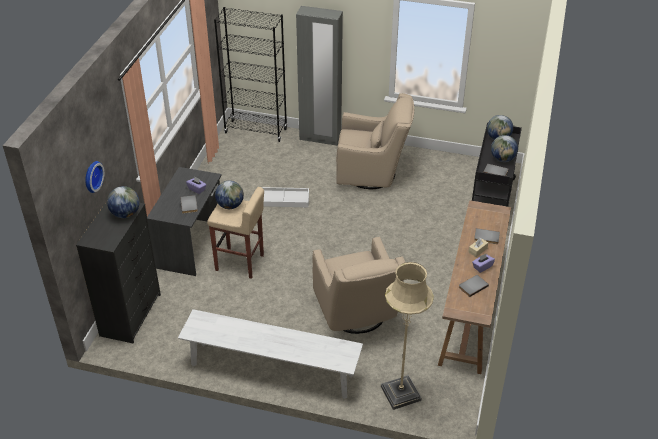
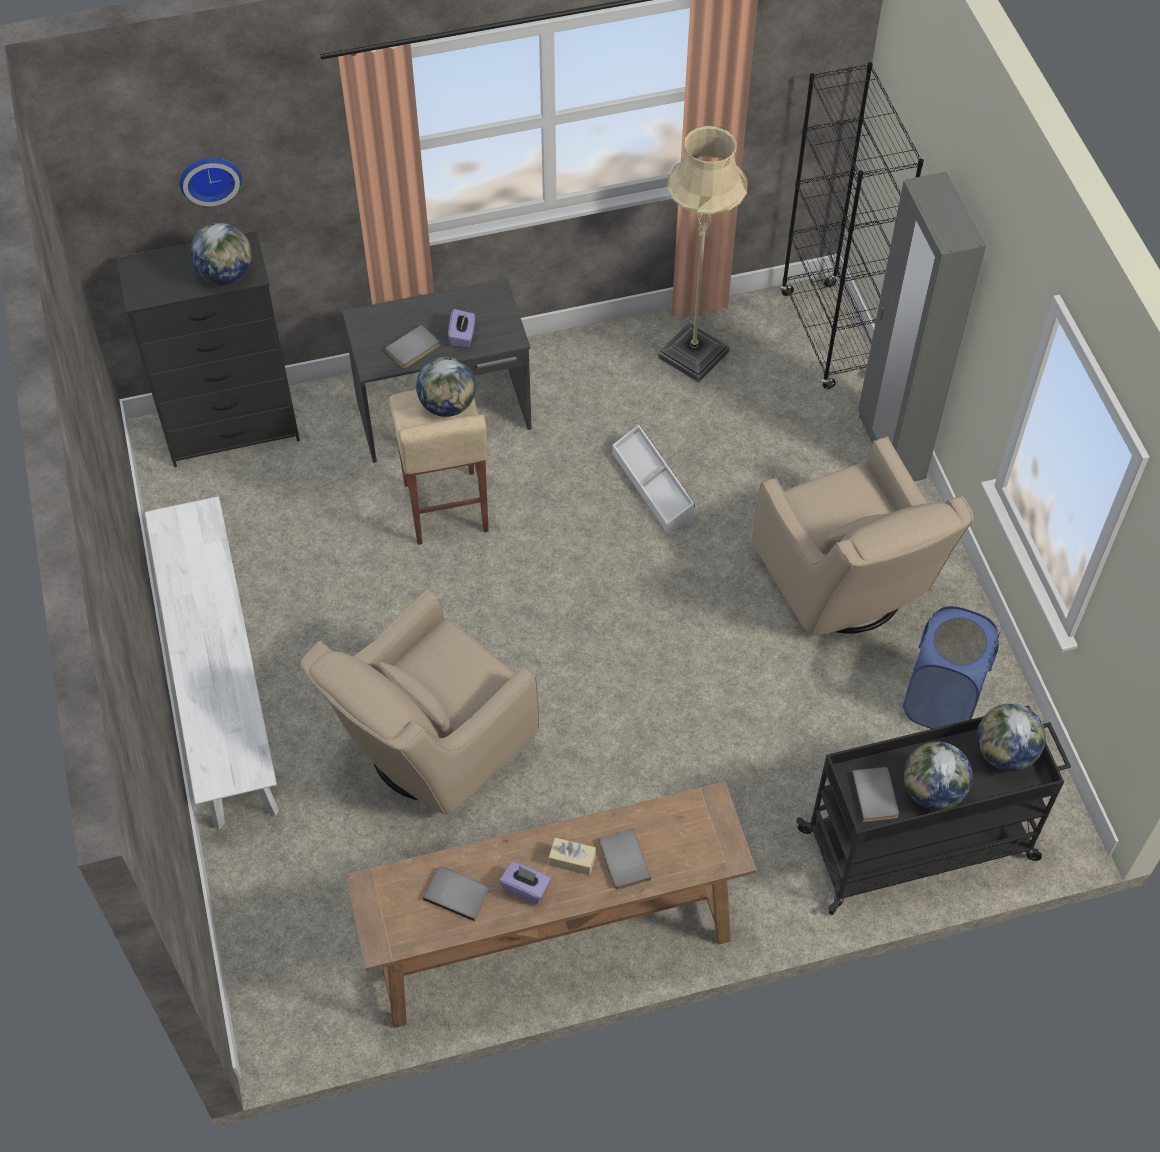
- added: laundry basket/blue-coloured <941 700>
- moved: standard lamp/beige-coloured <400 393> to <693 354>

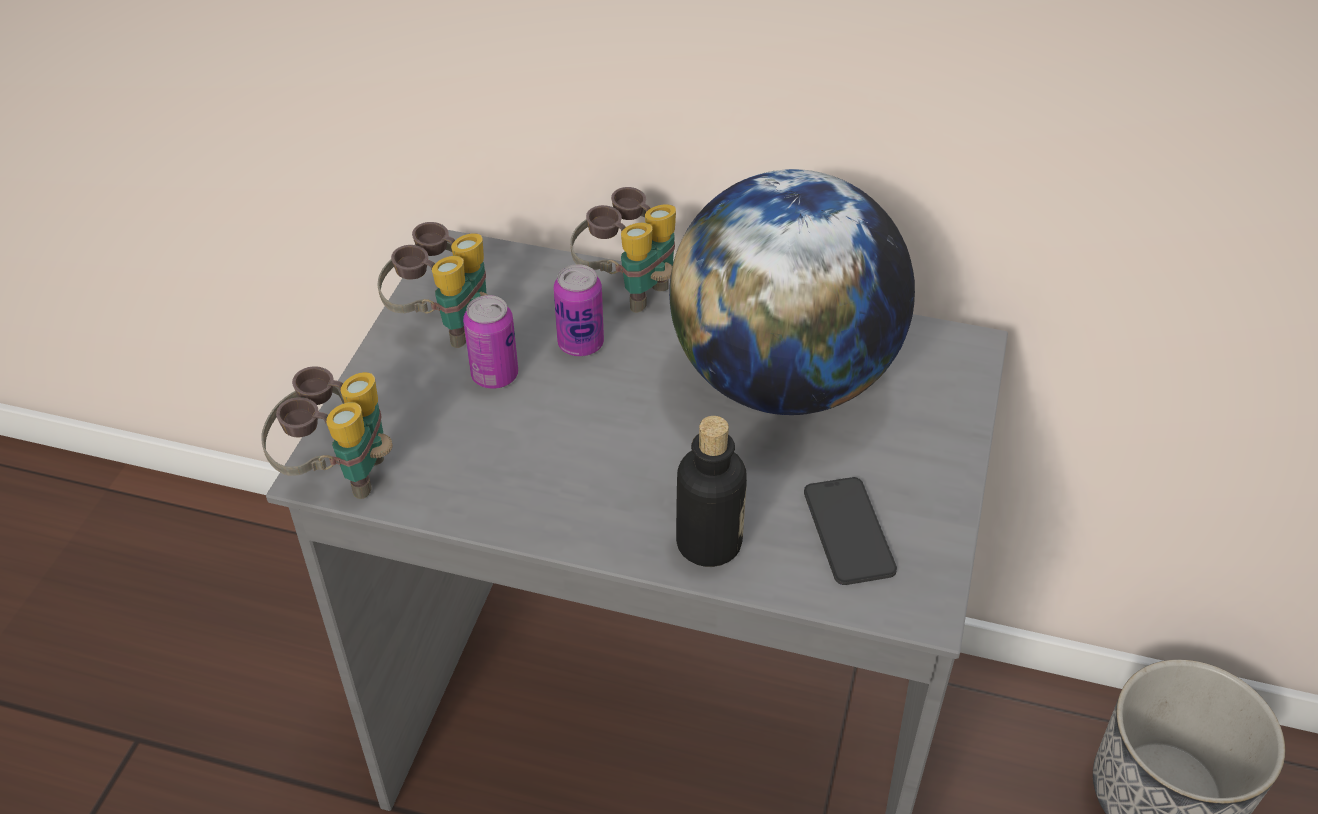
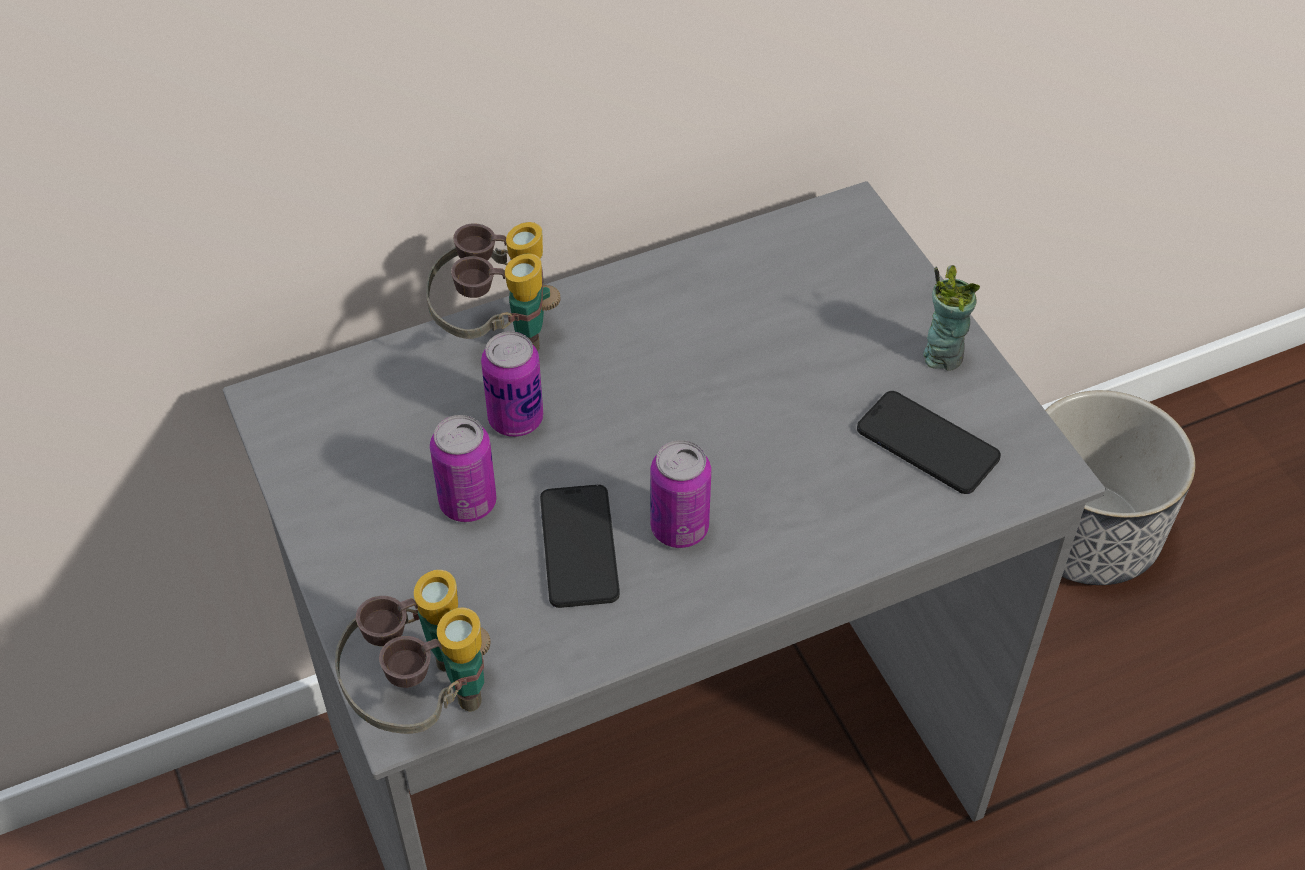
- removed: pair of binoculars <443 323>
- removed: world globe <783 379>
- removed: bottle <709 543>
- added: phone <579 546>
- added: metal can <679 528>
- added: cup <942 355>

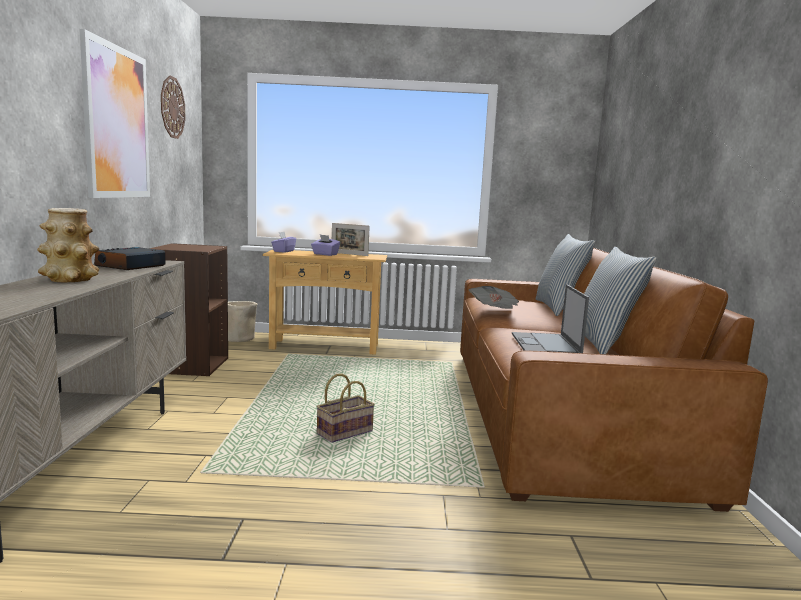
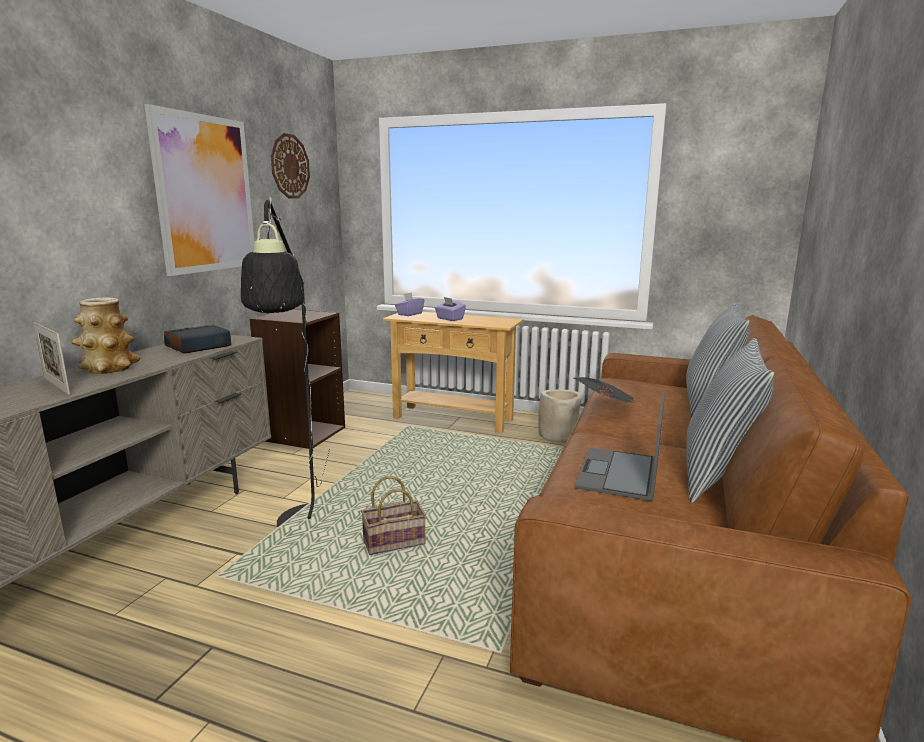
- added: standard lamp/black <308 528>
- moved: plant pot/beige-coloured <239 338> to <558 436>
- moved: photo frame <349 254> to <56 385>

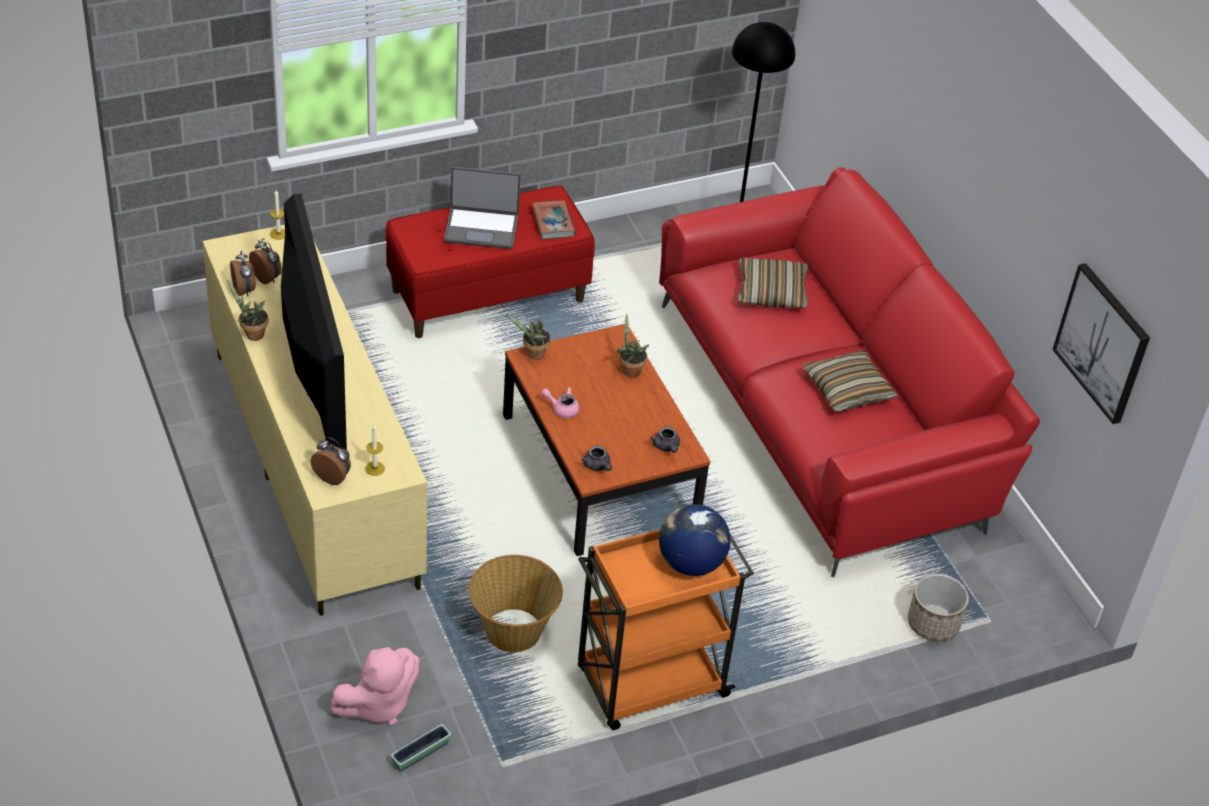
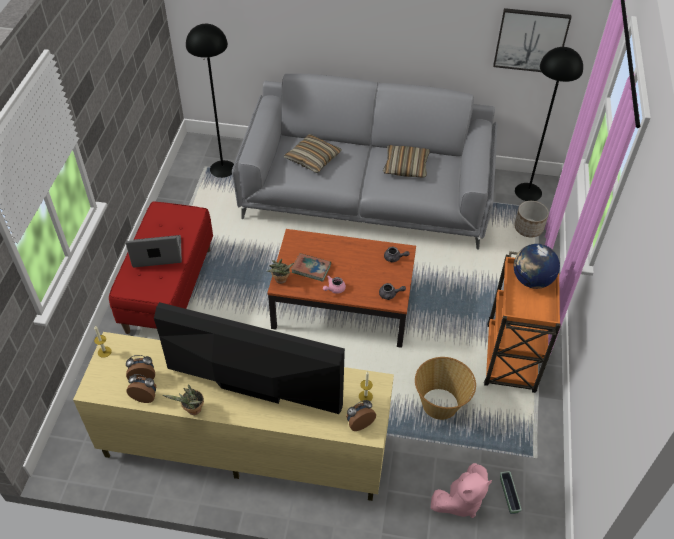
- removed: houseplant <629 370>
- added: standard lamp/black <528 192>
- moved: volume <553 223> to <311 269>
- recoloured: sofa/red <824 414> to sofa/grey <367 196>
- turned: soft toy/pink-coloured <378 704> = <460 501> 60 degrees clockwise
- turned: notebook computer <481 228> = <157 253> 135 degrees counterclockwise

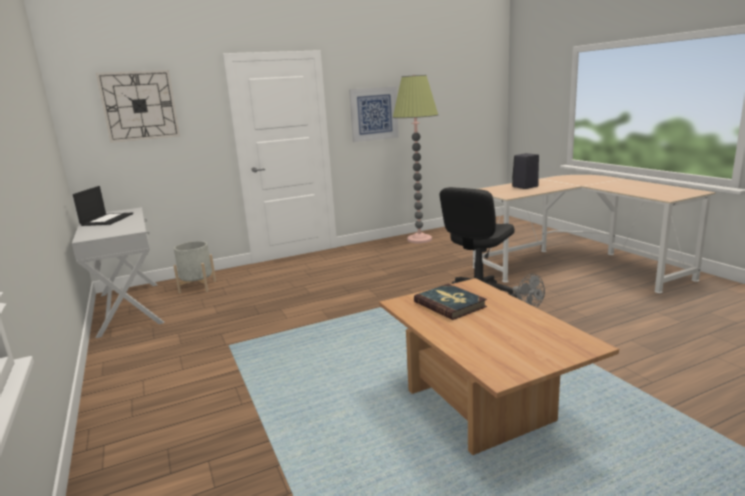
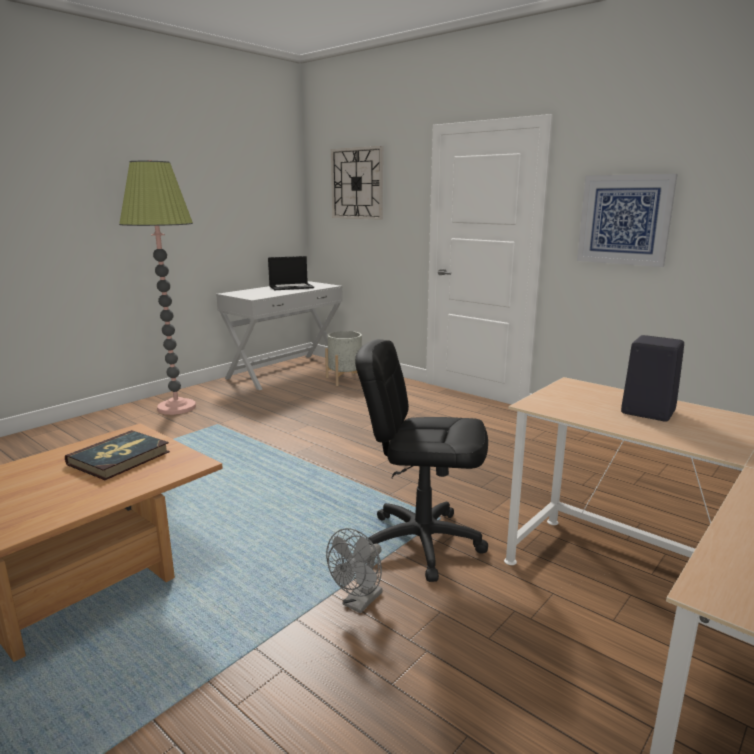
- moved: standard lamp <419 239> to <176 408>

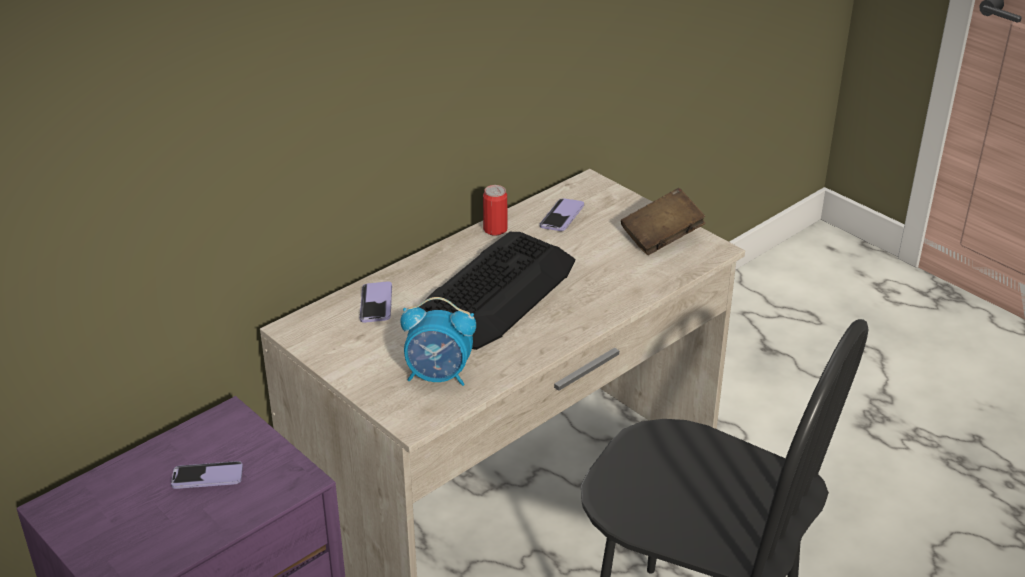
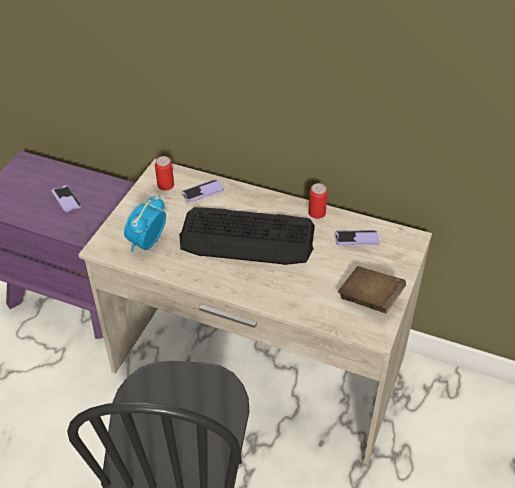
- added: metal can <166 185>
- turned: table clock <439 376> = <147 243> 45 degrees clockwise

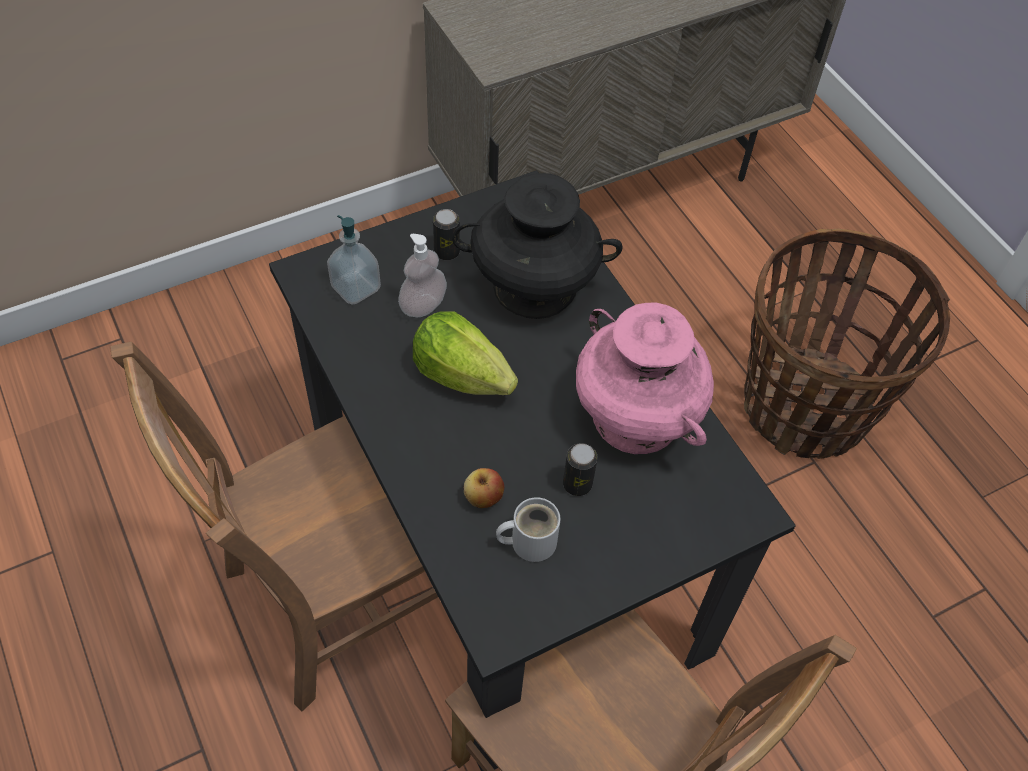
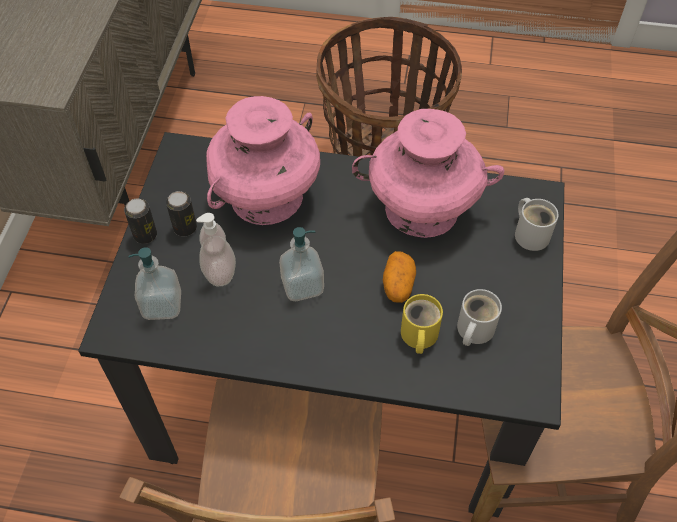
- added: potato <398 285>
- added: tea mug/white-coloured <531 233>
- moved: metal can <577 484> to <145 235>
- replaced: lettuce head <461 374> to liquid soap bottle <302 285>
- replaced: whole apple <483 497> to tea mug/yellow-coloured <417 336>
- recoloured: decorative vase/black <533 287> to decorative vase/pink-coloured <266 197>

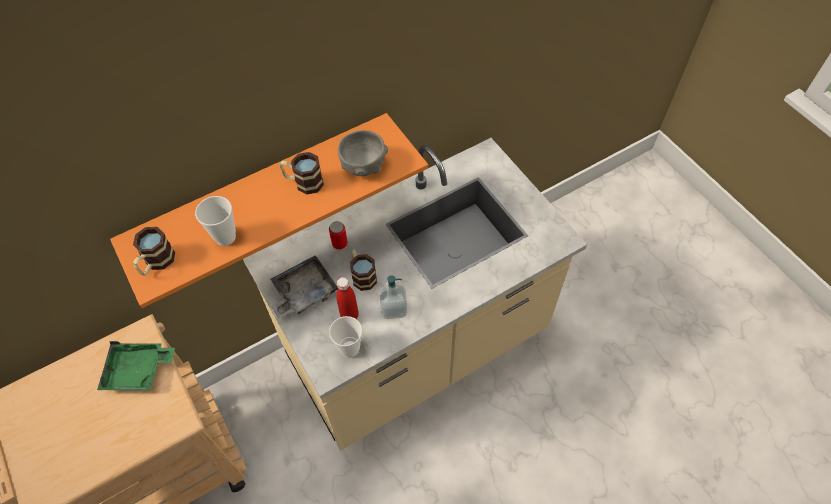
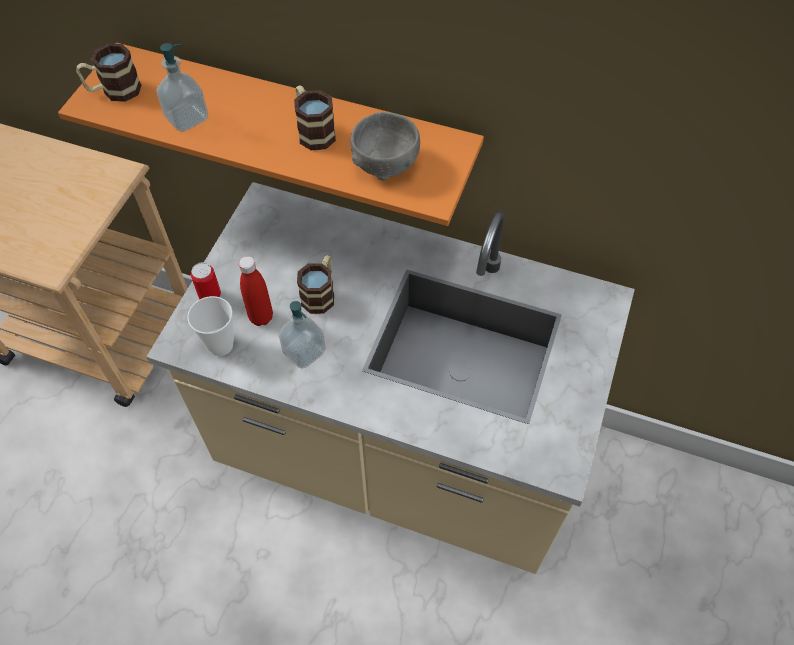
- removed: serving tray/green <138 371>
- removed: serving tray/grey <304 292>
- moved: metal can <340 244> to <210 296>
- replaced: cup <225 237> to liquid soap bottle <187 118>

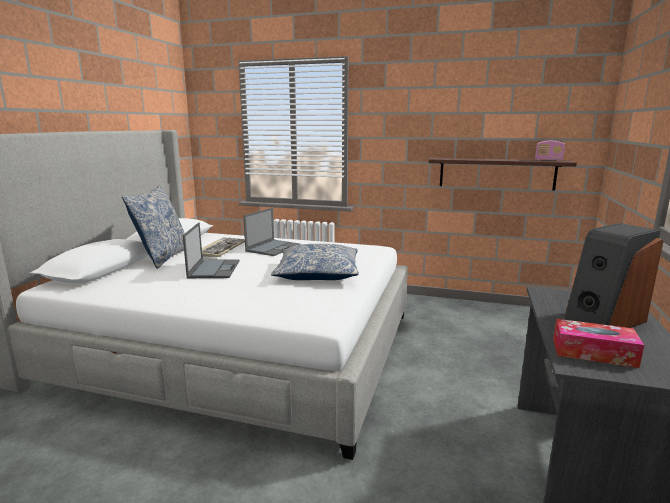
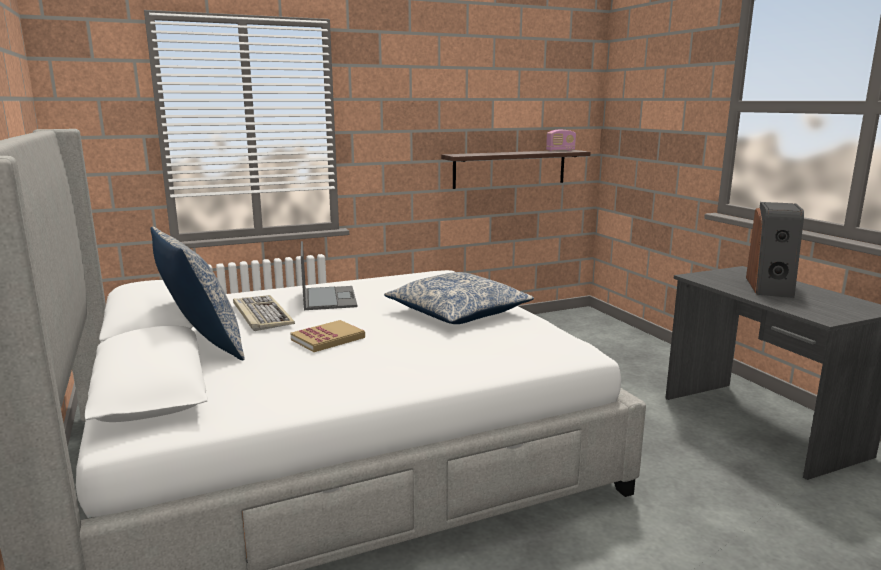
- removed: tissue holder <593 353>
- replaced: notebook computer <214 269> to volume <328 339>

